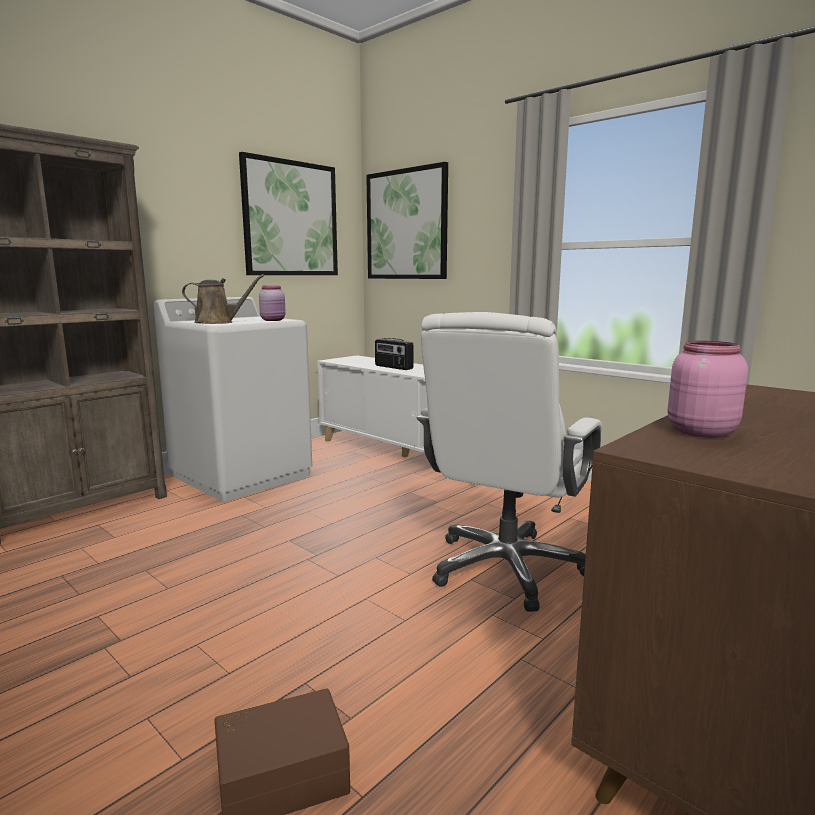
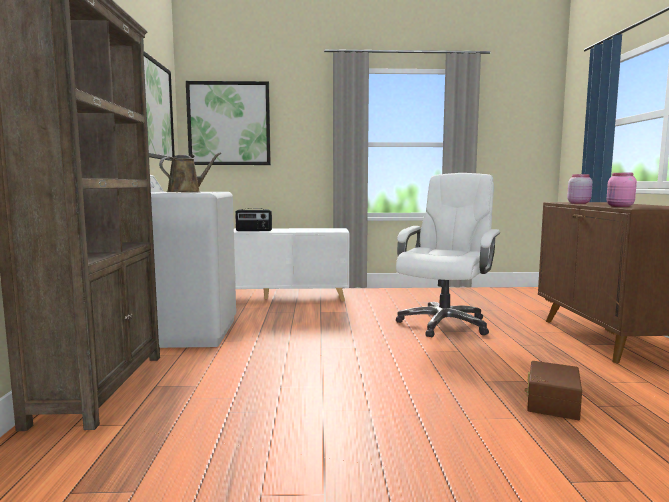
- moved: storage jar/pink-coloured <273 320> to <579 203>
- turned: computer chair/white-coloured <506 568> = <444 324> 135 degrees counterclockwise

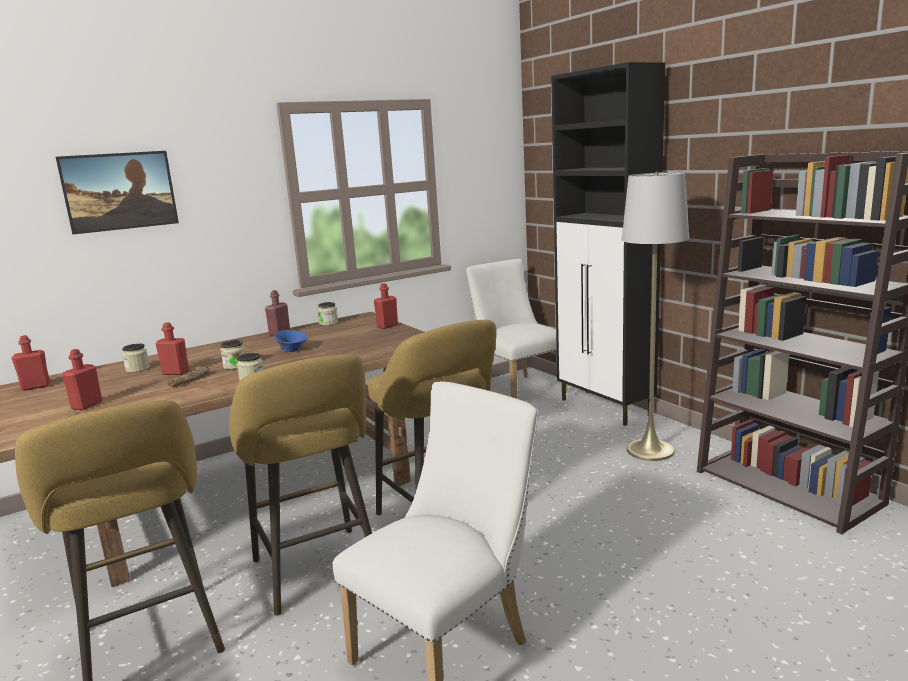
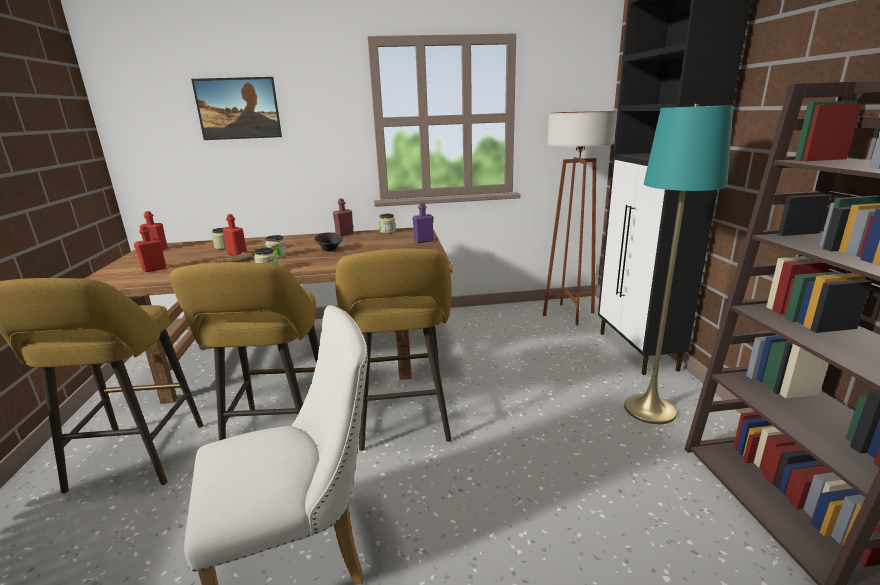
- replaced: upright chair/white-coloured <518 389> to standard lamp/brown <568 314>
- recoloured: deep dish/blue-coloured <292 350> to deep dish/brown <330 250>
- recoloured: bottle/red <387 326> to bottle/purple <423 241>
- recoloured: standard lamp/grey <650 450> to standard lamp/turquoise <649 409>

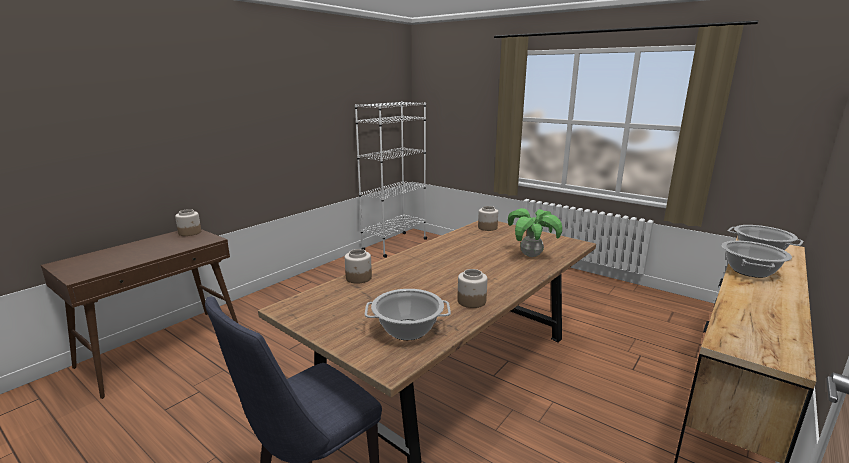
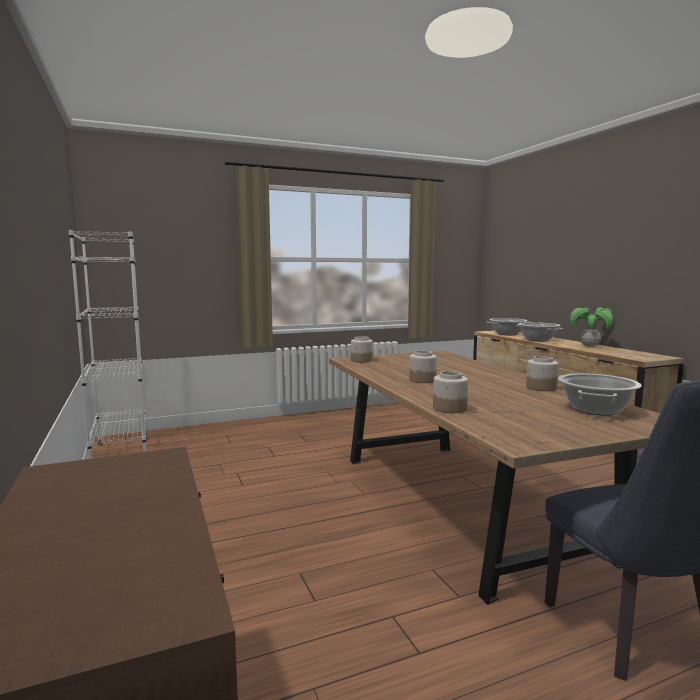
- moved: storage jar <190 232> to <422 380>
- moved: houseplant <531 255> to <589 346>

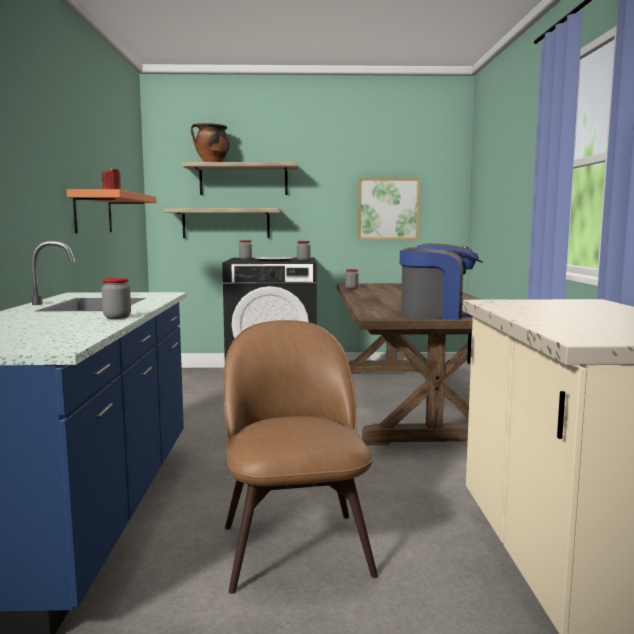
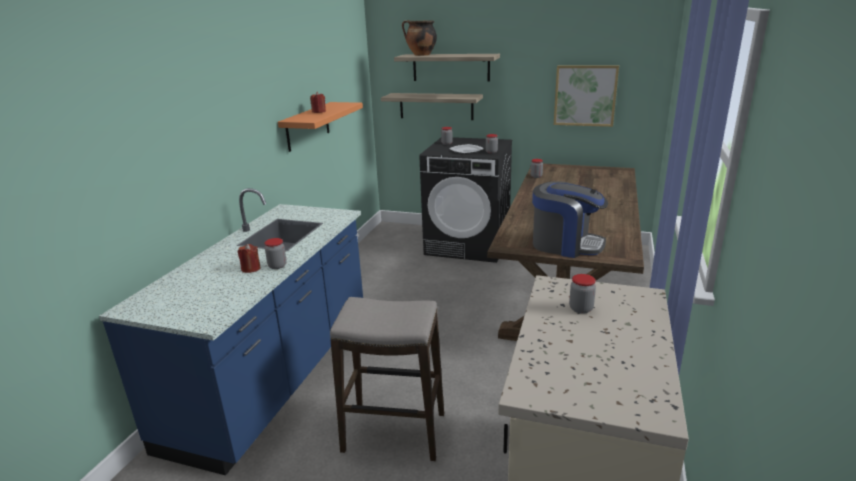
- added: wax candle/red <251 268>
- added: storage jar <581 309>
- replaced: upright chair/brown <294 545> to sitting stool <394 432>

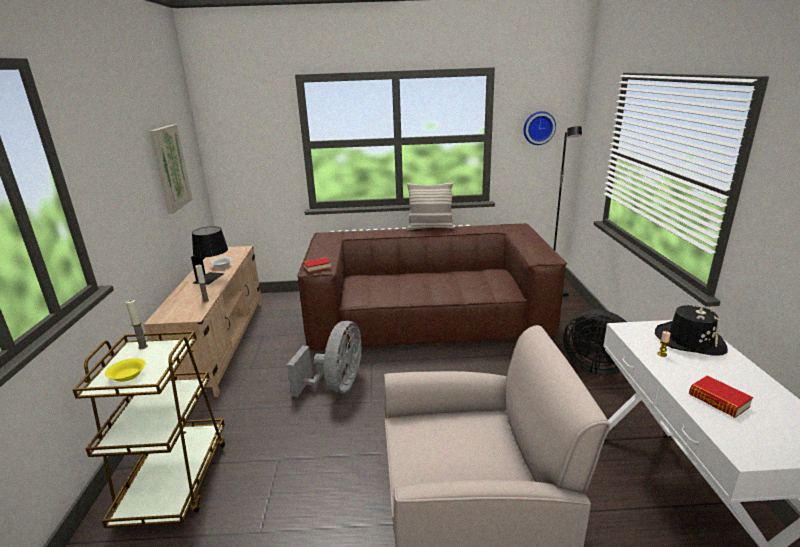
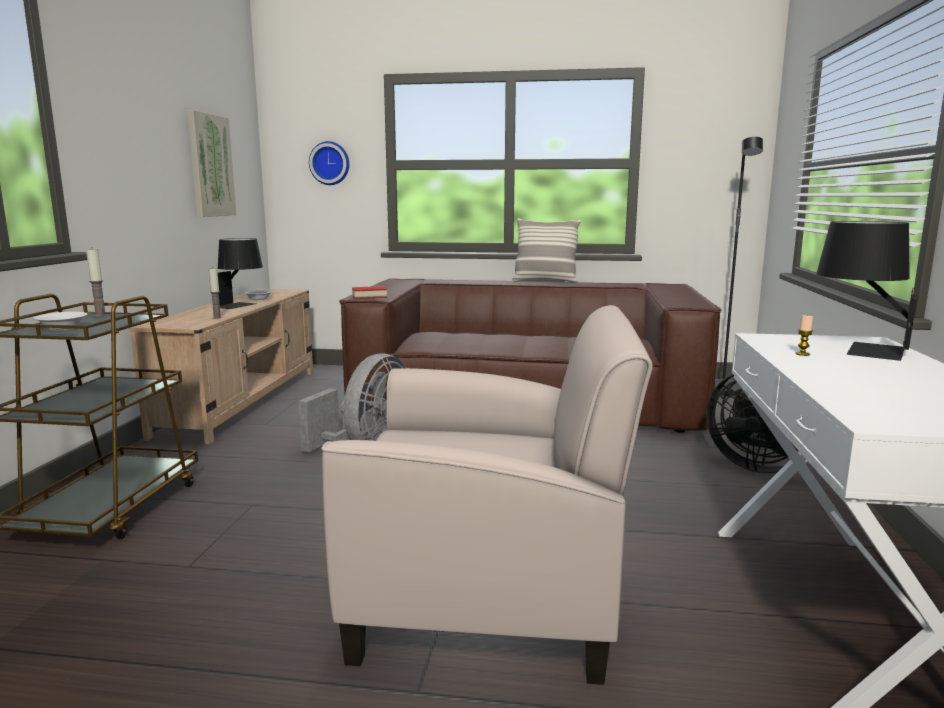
- removed: volume <718 401>
- moved: clock on the wall <538 128> to <330 163>
- replaced: wearable hat/black <689 340> to tabletop lamp/black <857 348>
- recoloured: deep dish/yellow-coloured <127 376> to deep dish/white-coloured <62 328>

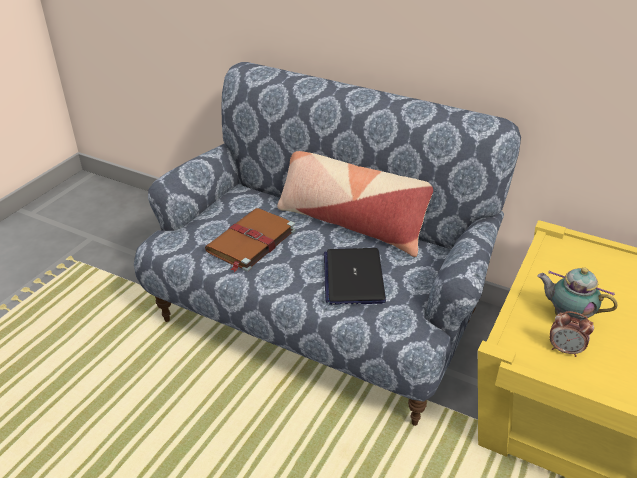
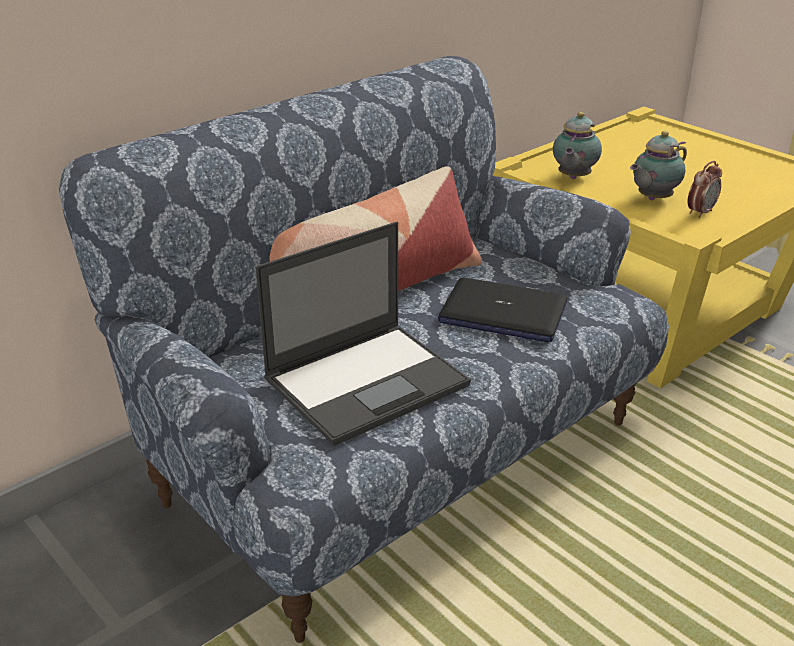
- added: pot for tea <573 178>
- replaced: volume/brown <250 242> to notebook computer <368 381>

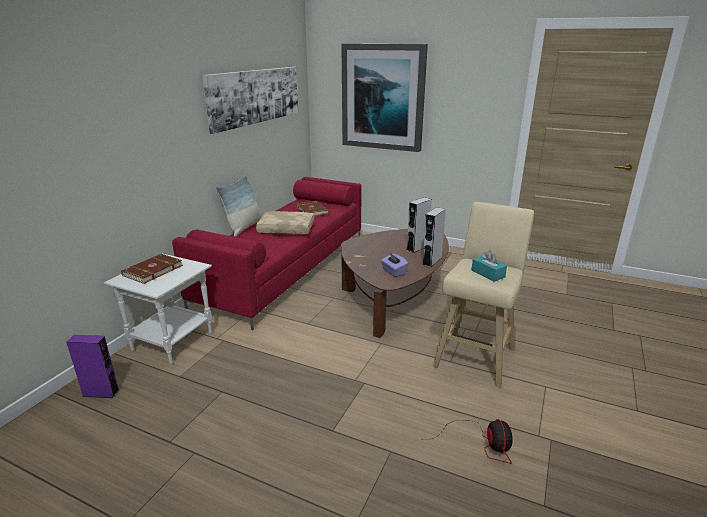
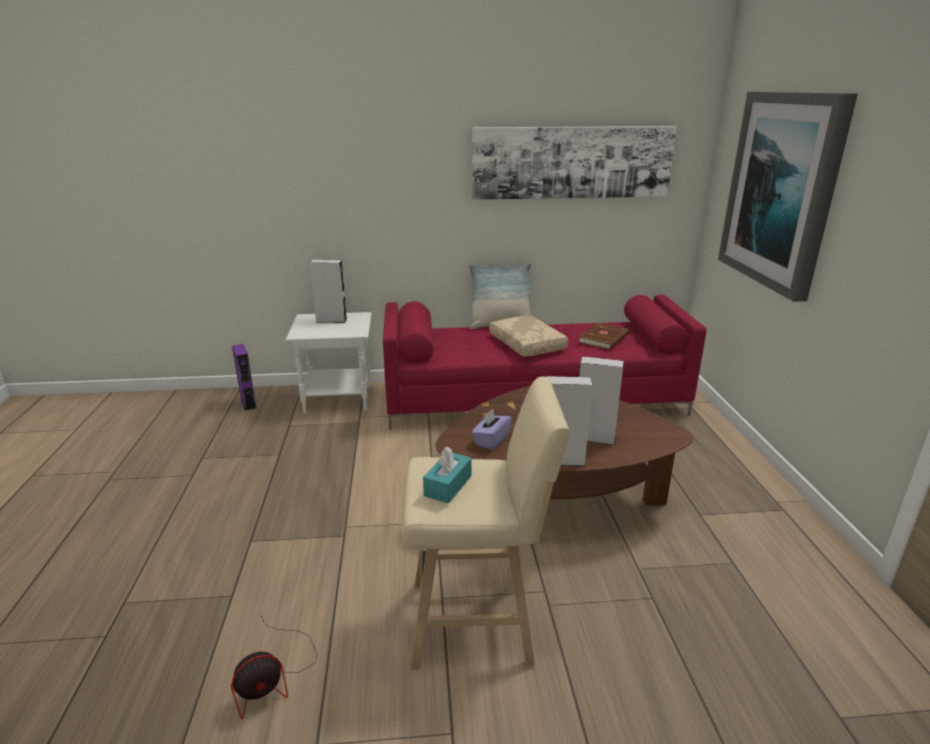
- replaced: volume/brown <152 270> to loudspeaker/grey <331 320>

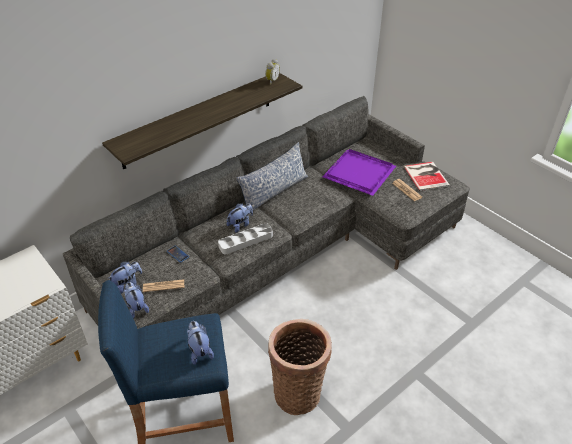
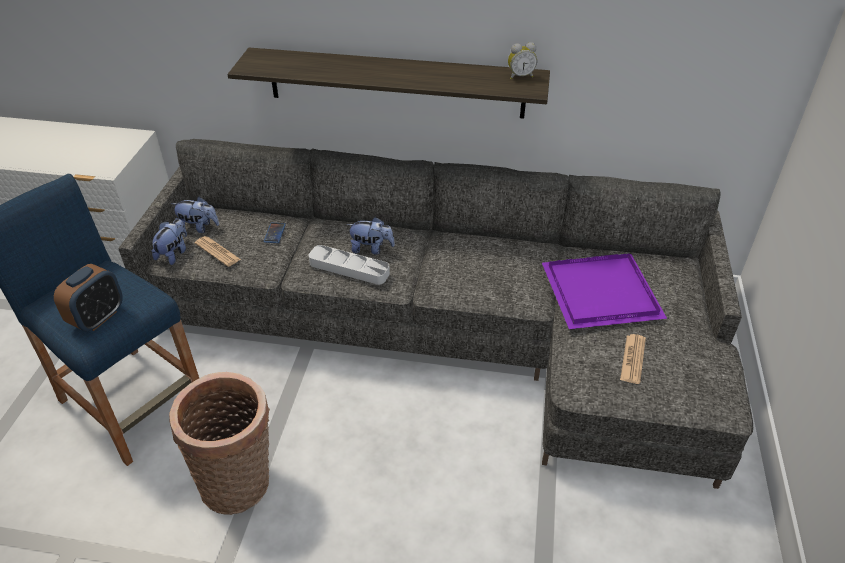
- removed: throw pillow <274 192>
- removed: volume <426 175>
- replaced: soft toy <199 350> to table clock <98 318>

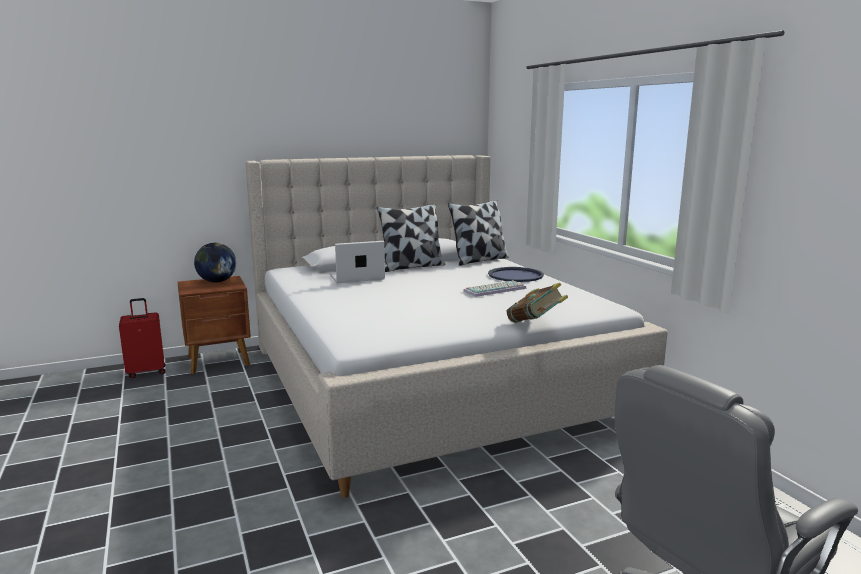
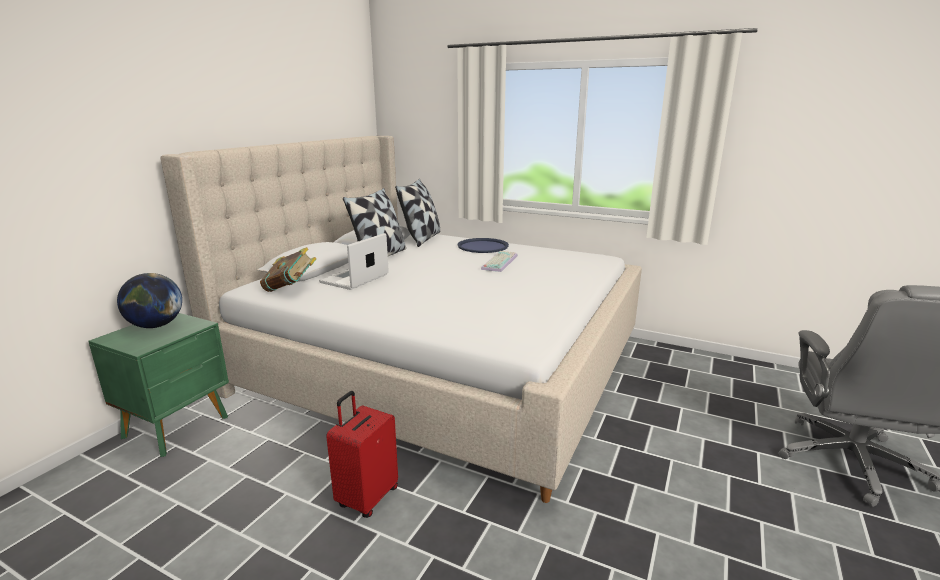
- moved: suitcase/red <146 372> to <366 497>
- moved: volume <535 324> to <290 289>
- recoloured: bedside table/brown <219 361> to bedside table/green <178 427>

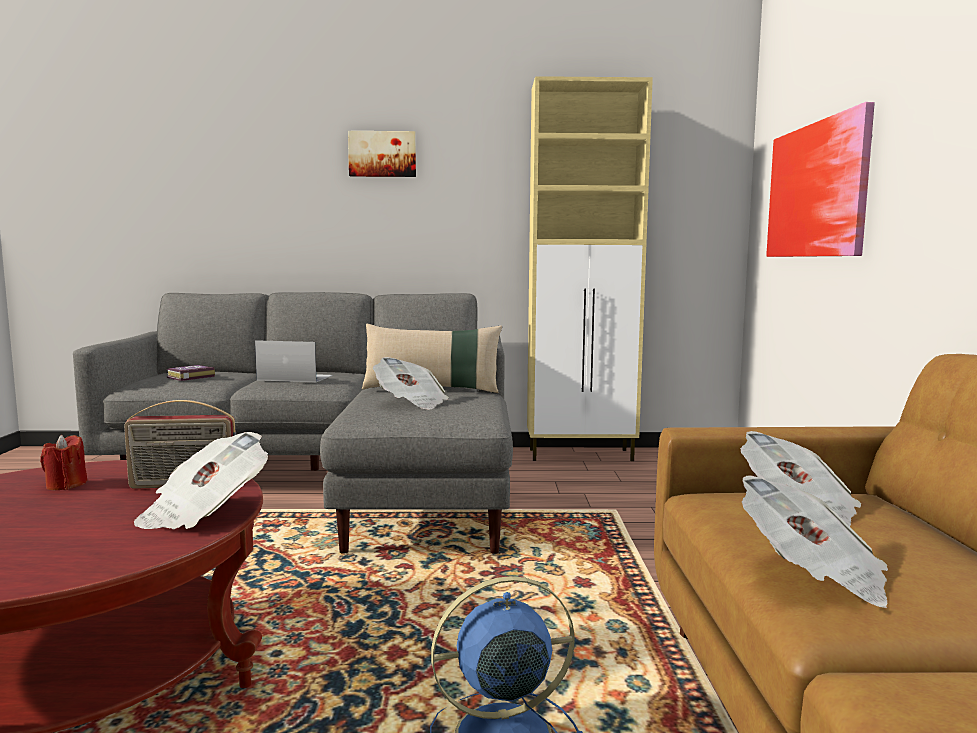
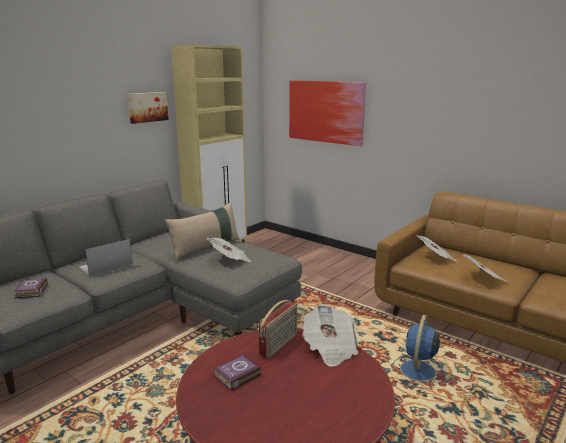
- moved: picture <382 154> to <147 107>
- replaced: wax candle/red <66 485> to volume <236 375>

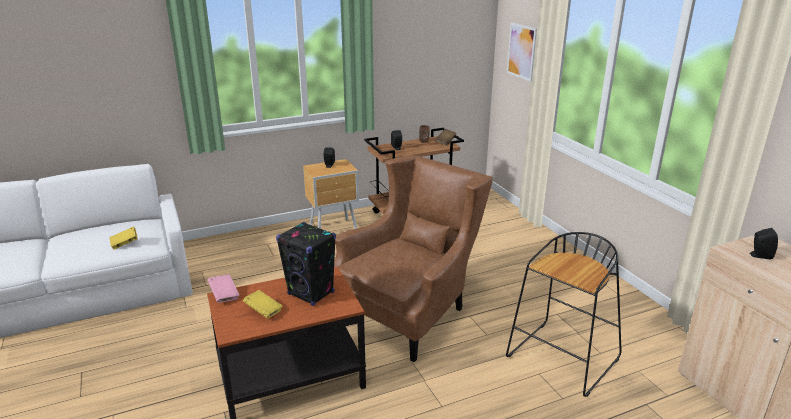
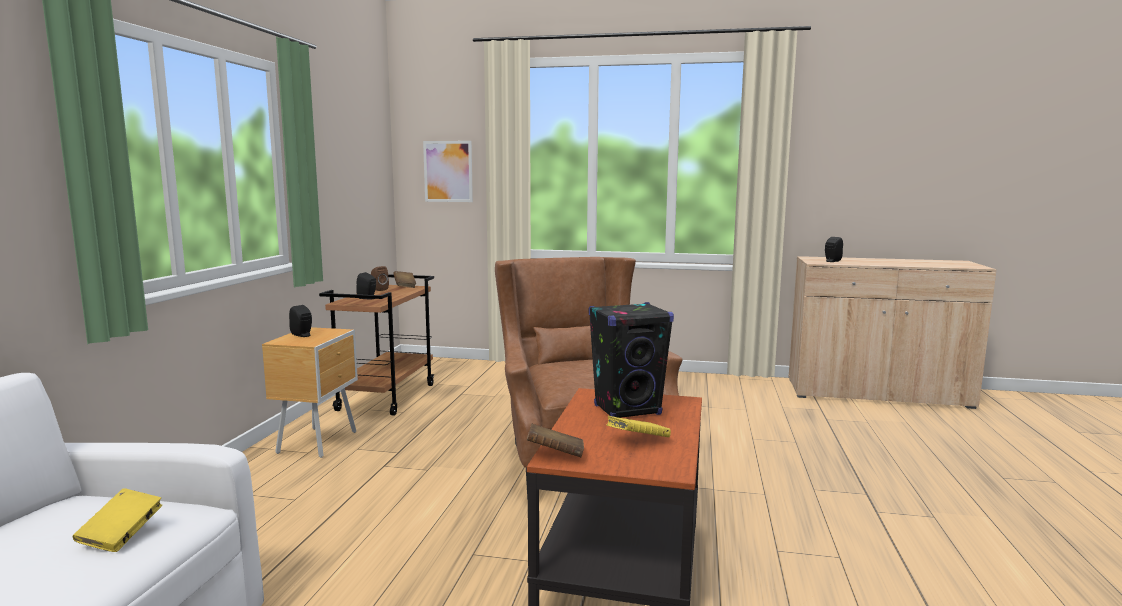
- removed: sitting stool/black <562 359>
- recoloured: volume/pink-coloured <224 295> to volume/brown <555 455>

